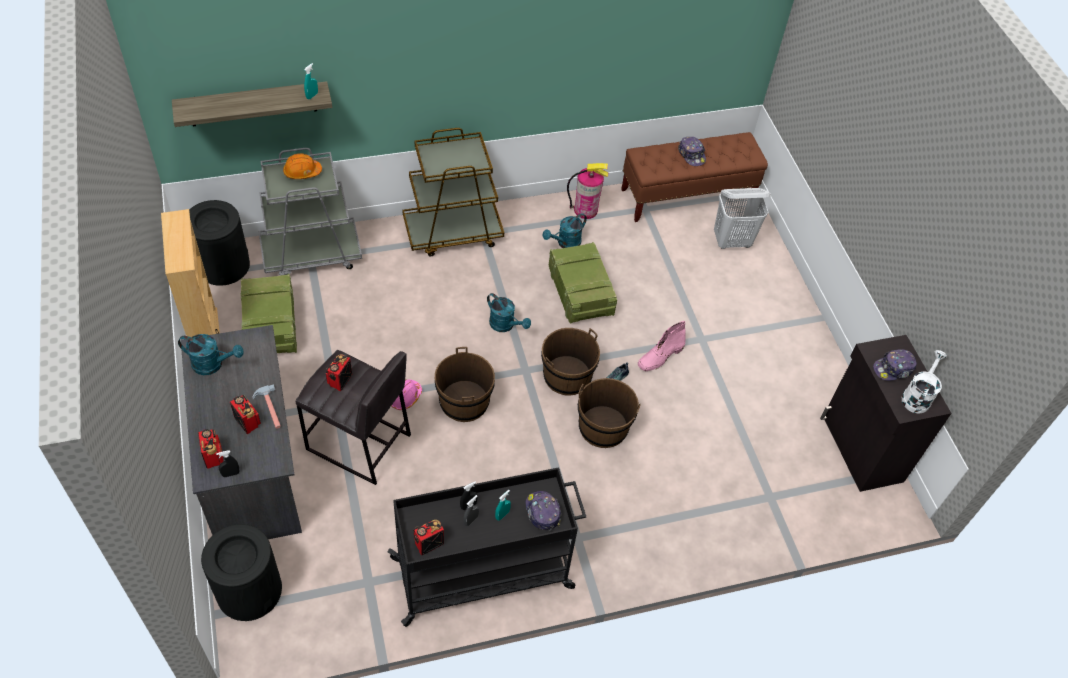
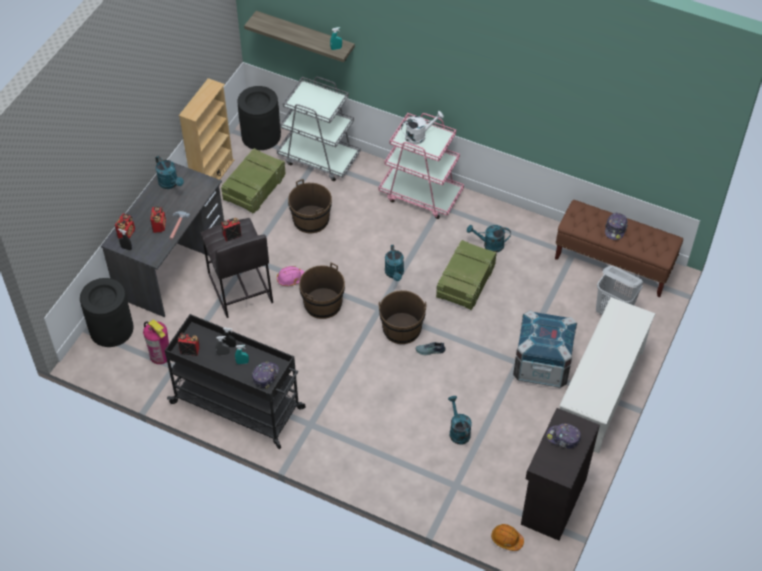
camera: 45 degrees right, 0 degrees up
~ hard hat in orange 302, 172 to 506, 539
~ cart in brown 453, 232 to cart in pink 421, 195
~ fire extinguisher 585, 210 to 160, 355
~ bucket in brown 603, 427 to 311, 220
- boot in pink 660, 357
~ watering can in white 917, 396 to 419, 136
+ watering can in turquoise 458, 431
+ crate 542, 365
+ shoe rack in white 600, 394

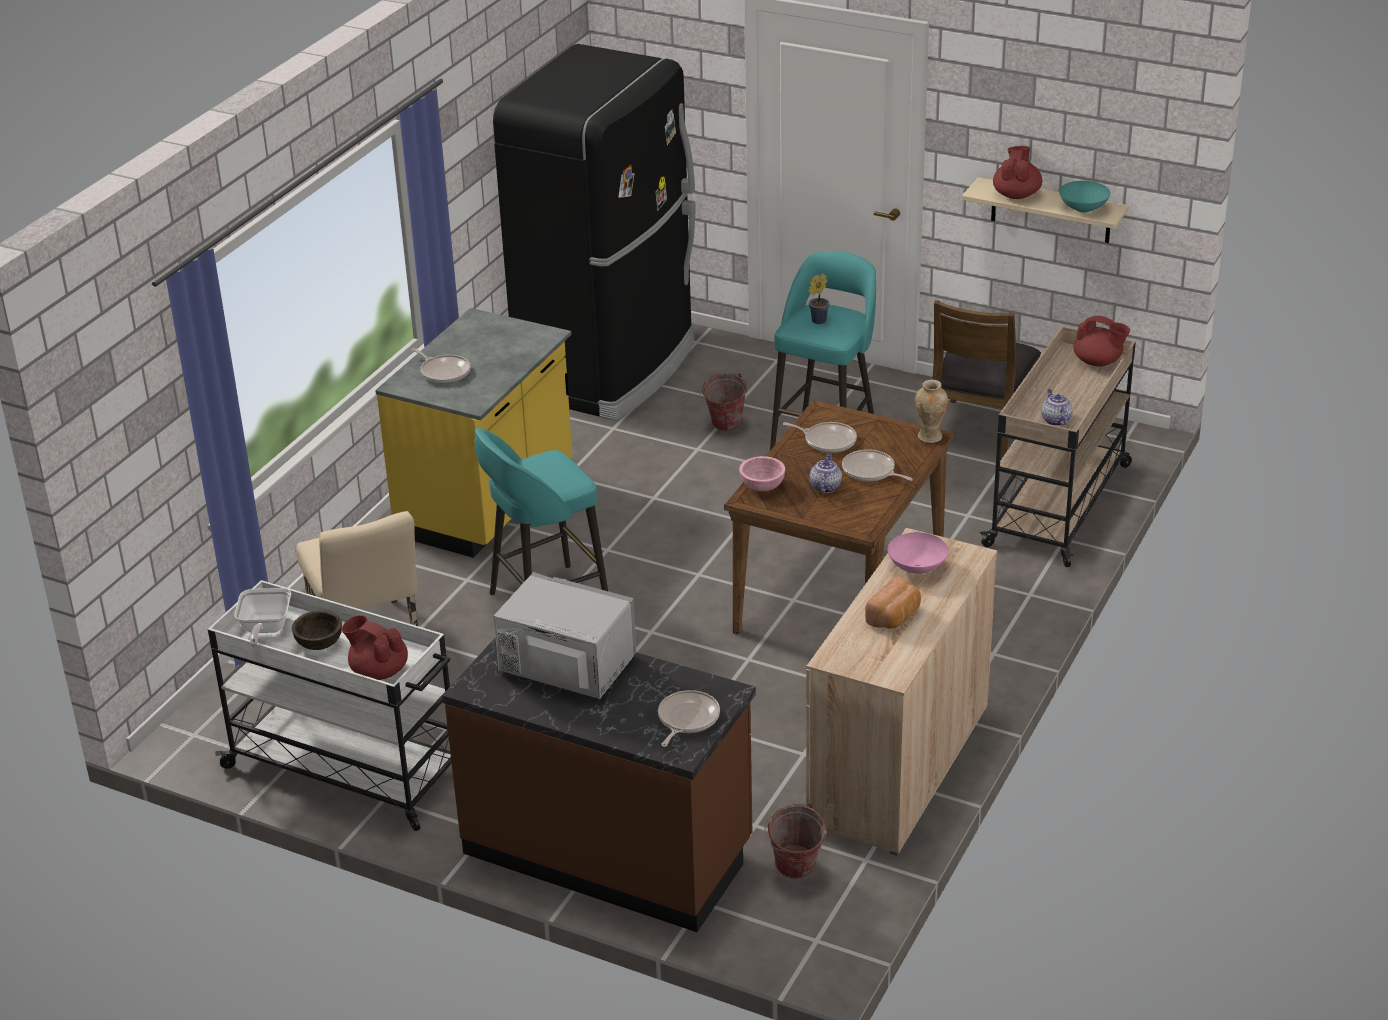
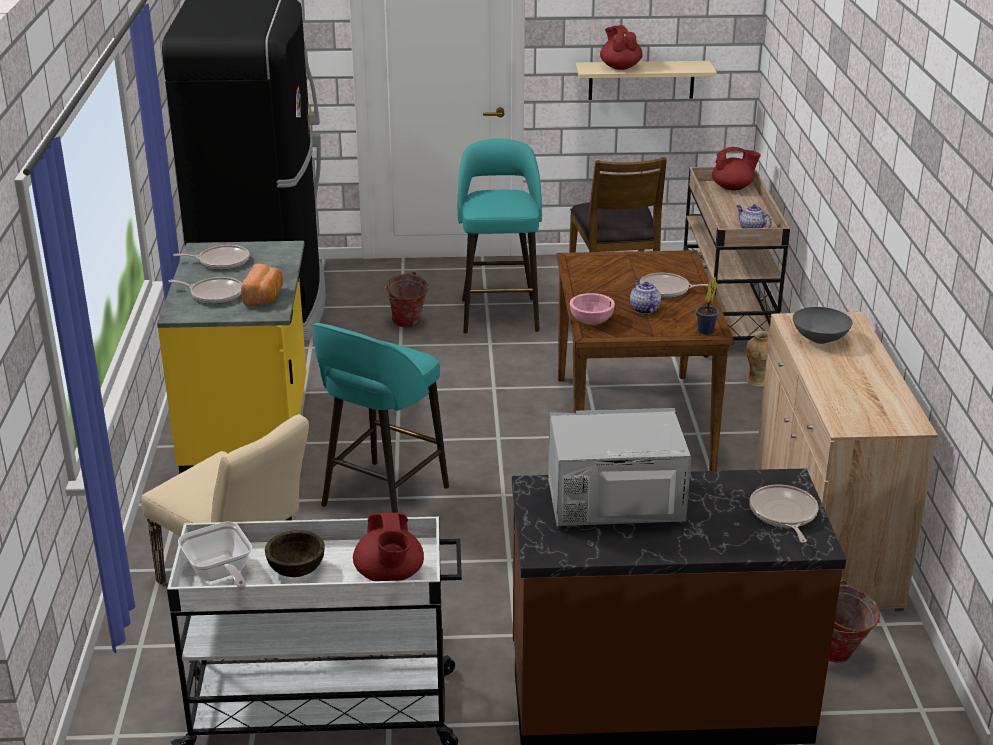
camera: 30 degrees left, 5 degrees down
~ teapot in red 378, 671 = 389, 576 105 degrees counterclockwise
~ frying pan 827, 441 to 221, 261
~ potted plant 817, 321 to 704, 332
~ bread 895, 617 to 265, 297
~ bowl in pink 917, 568 to bowl in grey 820, 340
~ vase 930, 436 to 757, 381
- bowl in turquoise 1084, 209

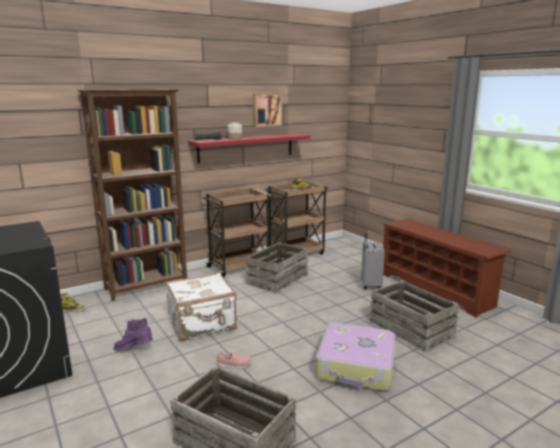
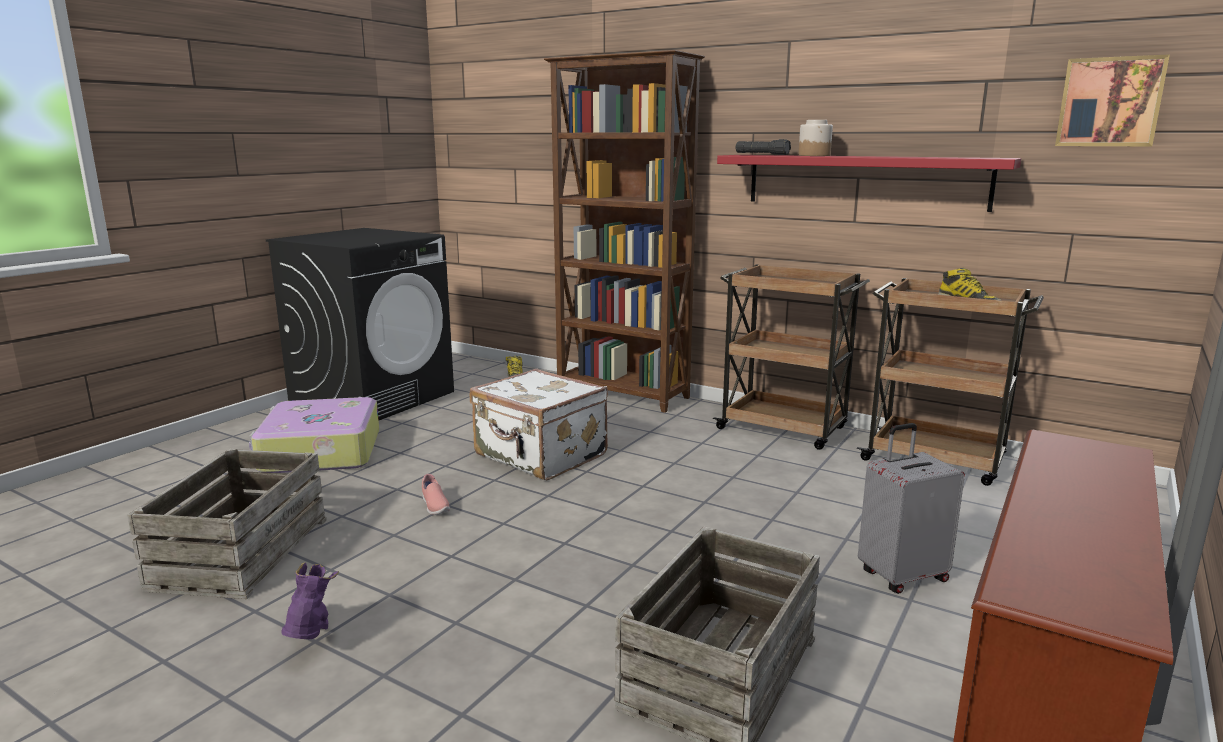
camera: 65 degrees right, 0 degrees up
~ boot in purple 134, 350 to 311, 638
- crate 277, 279
~ picture 266, 110 to 1110, 102
~ suitcase 356, 367 to 319, 452

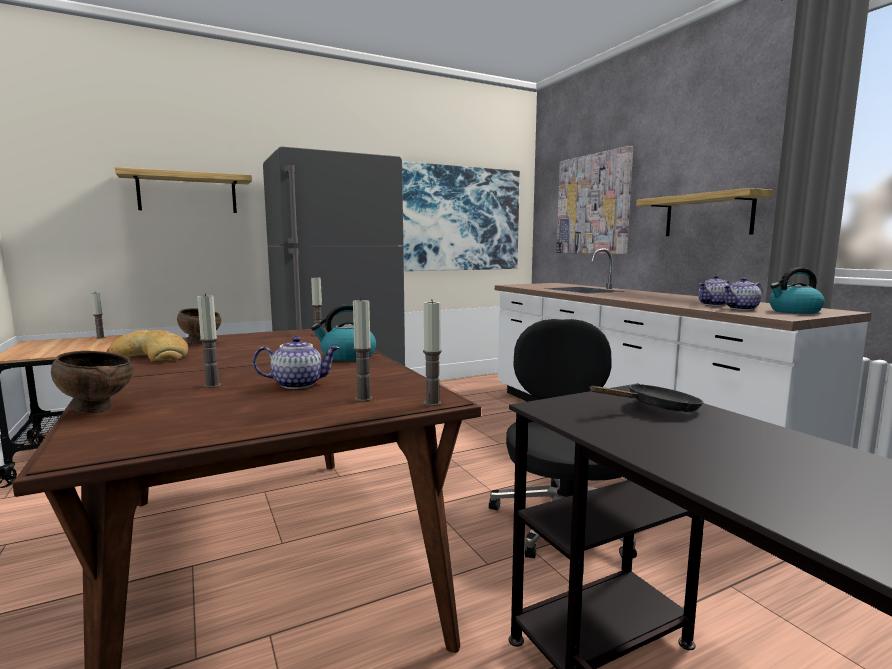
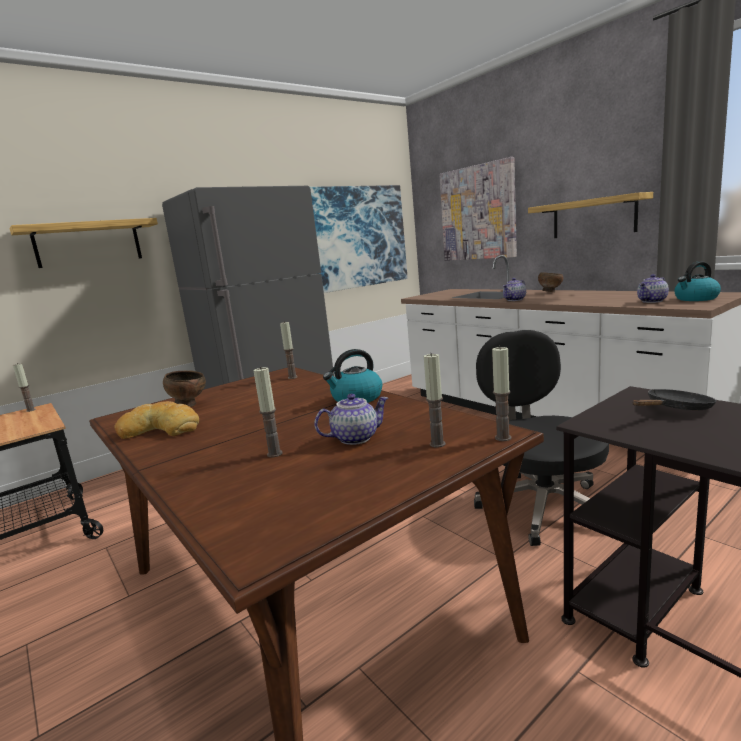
camera: 10 degrees left, 5 degrees up
~ bowl in brown 97, 409 to 550, 292
~ teapot 714, 305 to 515, 300

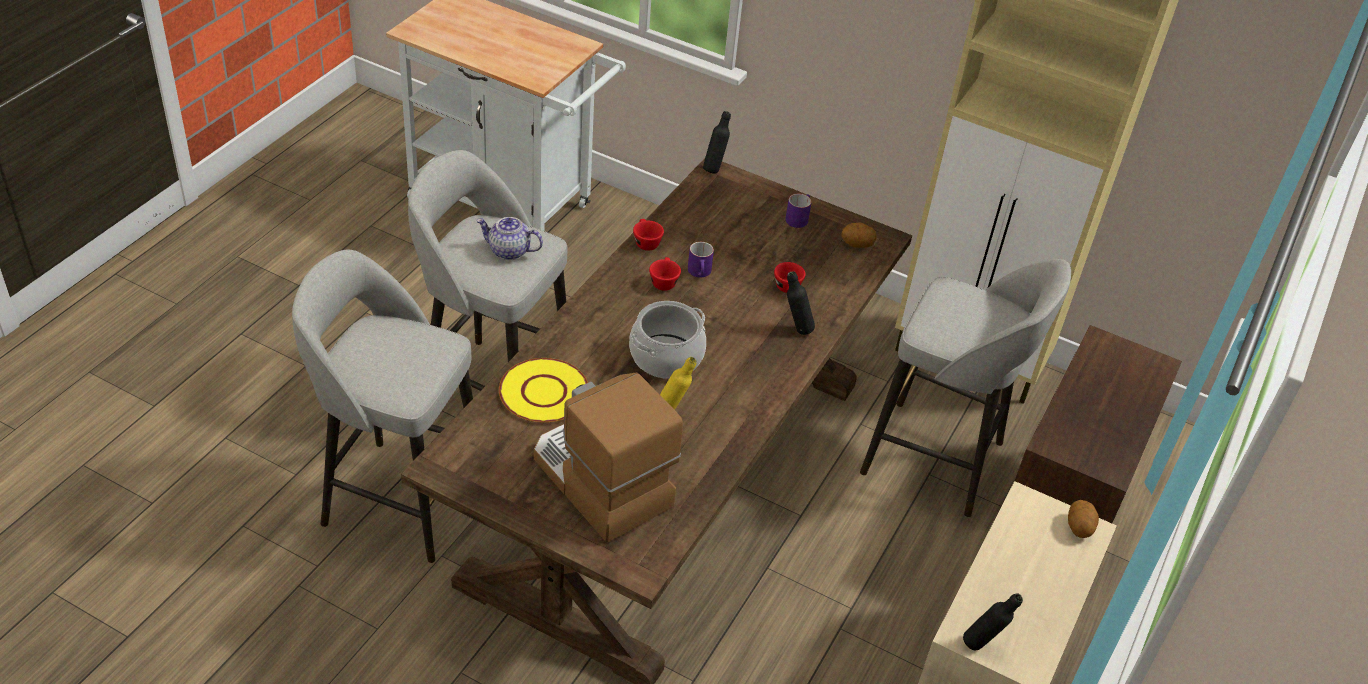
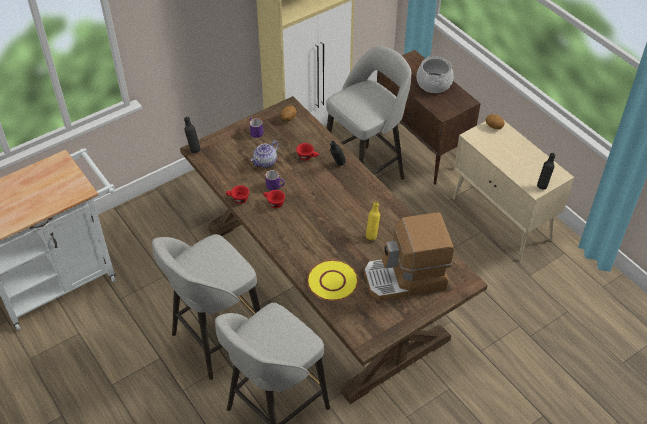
camera: 60 degrees left, 5 degrees up
~ teapot 509, 251 to 265, 162
~ cooking pot 666, 357 to 434, 83

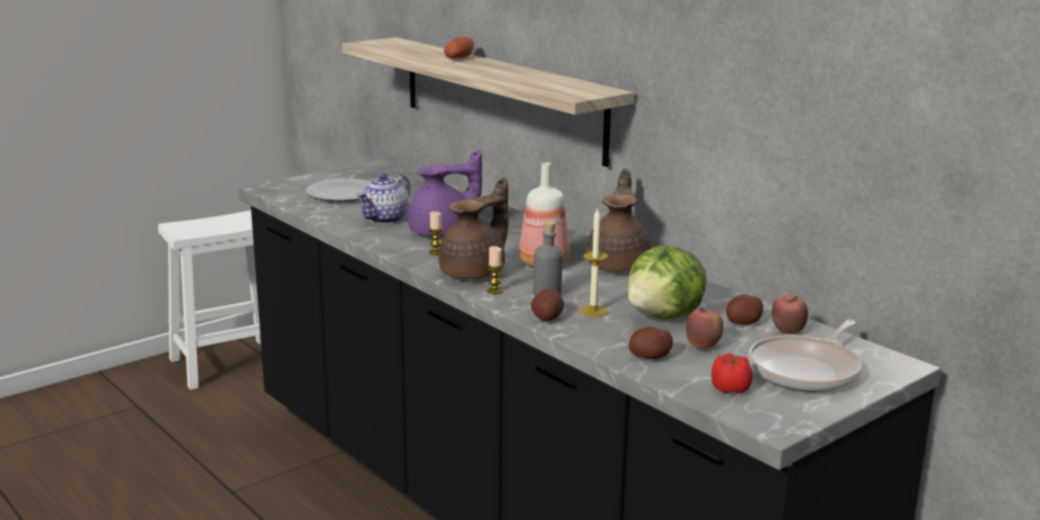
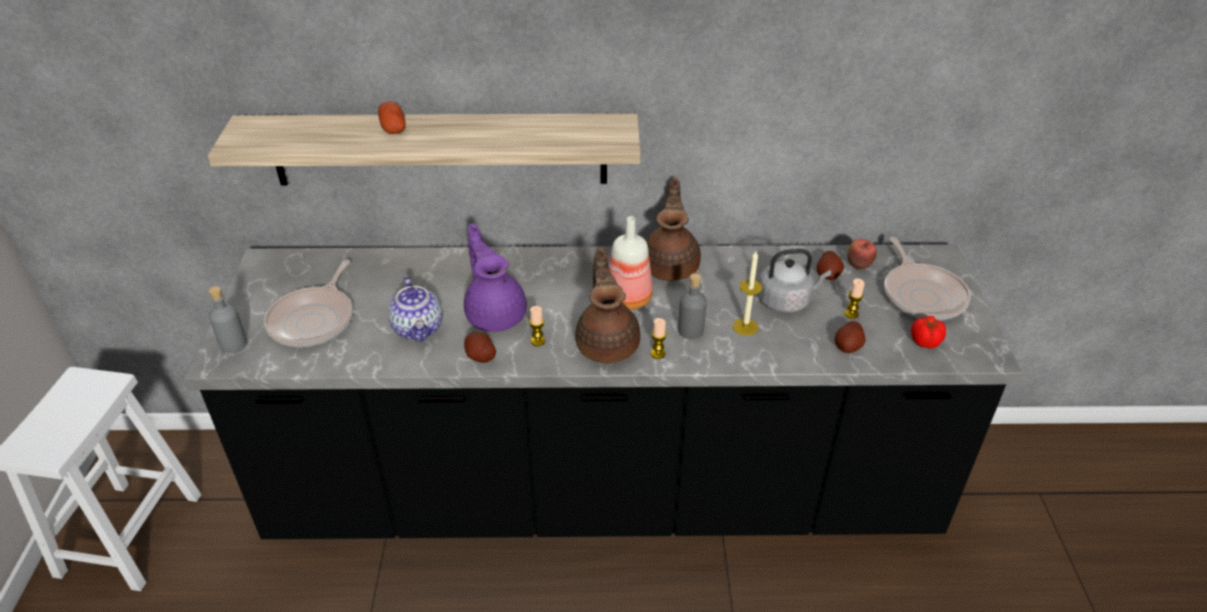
camera: 50 degrees left, 20 degrees up
~ plate 344, 194 to frying pan 314, 319
~ teapot in purple 442, 233 = 495, 314 45 degrees counterclockwise
~ potato 547, 317 to 480, 356
~ teapot in brown 619, 265 = 671, 266 45 degrees clockwise
~ lettuce 664, 317 to kettle in grey 786, 301
~ apple 703, 346 to candle 851, 314
+ bottle in grey 233, 344

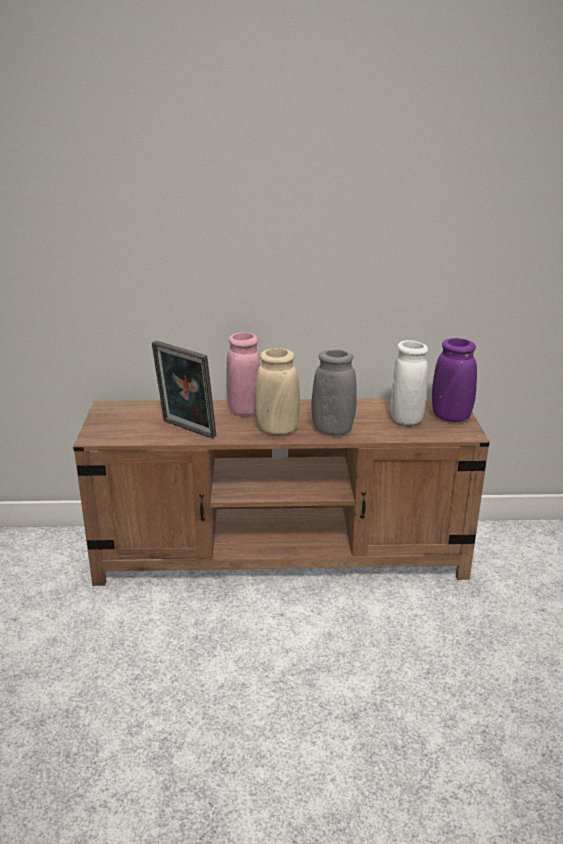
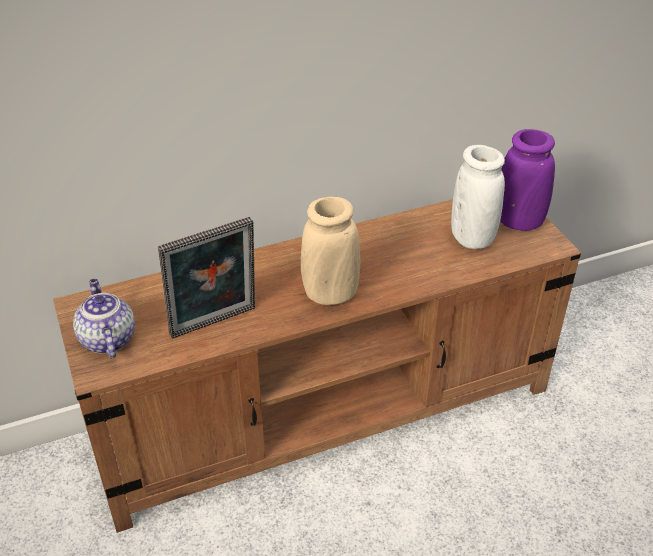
camera: 20 degrees left, 15 degrees up
~ picture frame 186, 430 = 215, 324 45 degrees counterclockwise
- vase in pink 244, 410
- vase in grey 333, 430
+ teapot 107, 339

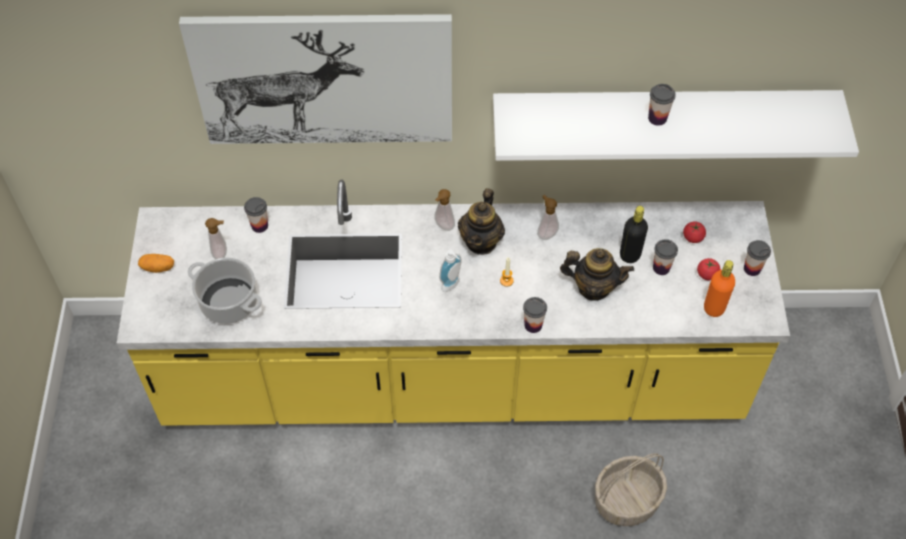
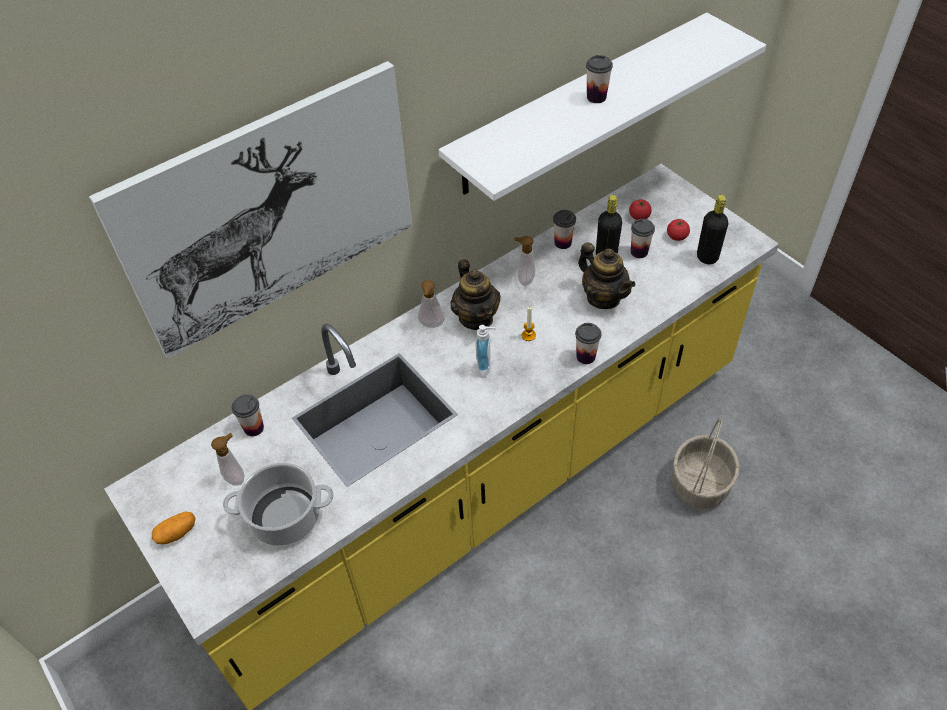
camera: 35 degrees left, 5 degrees down
~ teapot 593, 287 = 603, 297 75 degrees clockwise
~ bottle in orange 714, 308 to bottle in black 707, 257
~ cup 752, 268 to 563, 243

